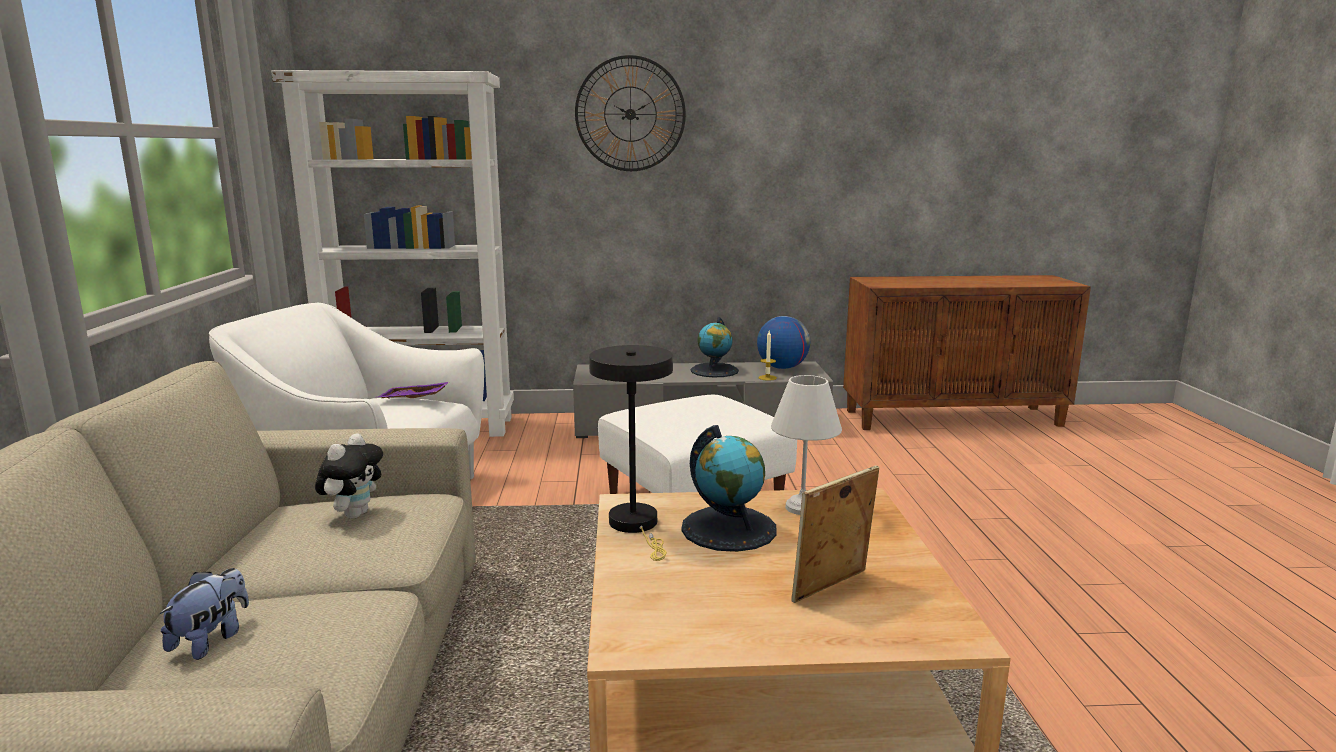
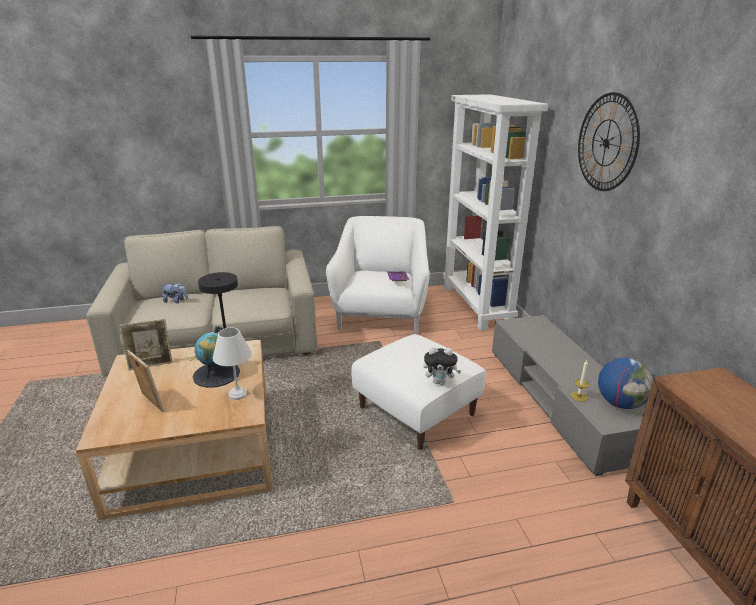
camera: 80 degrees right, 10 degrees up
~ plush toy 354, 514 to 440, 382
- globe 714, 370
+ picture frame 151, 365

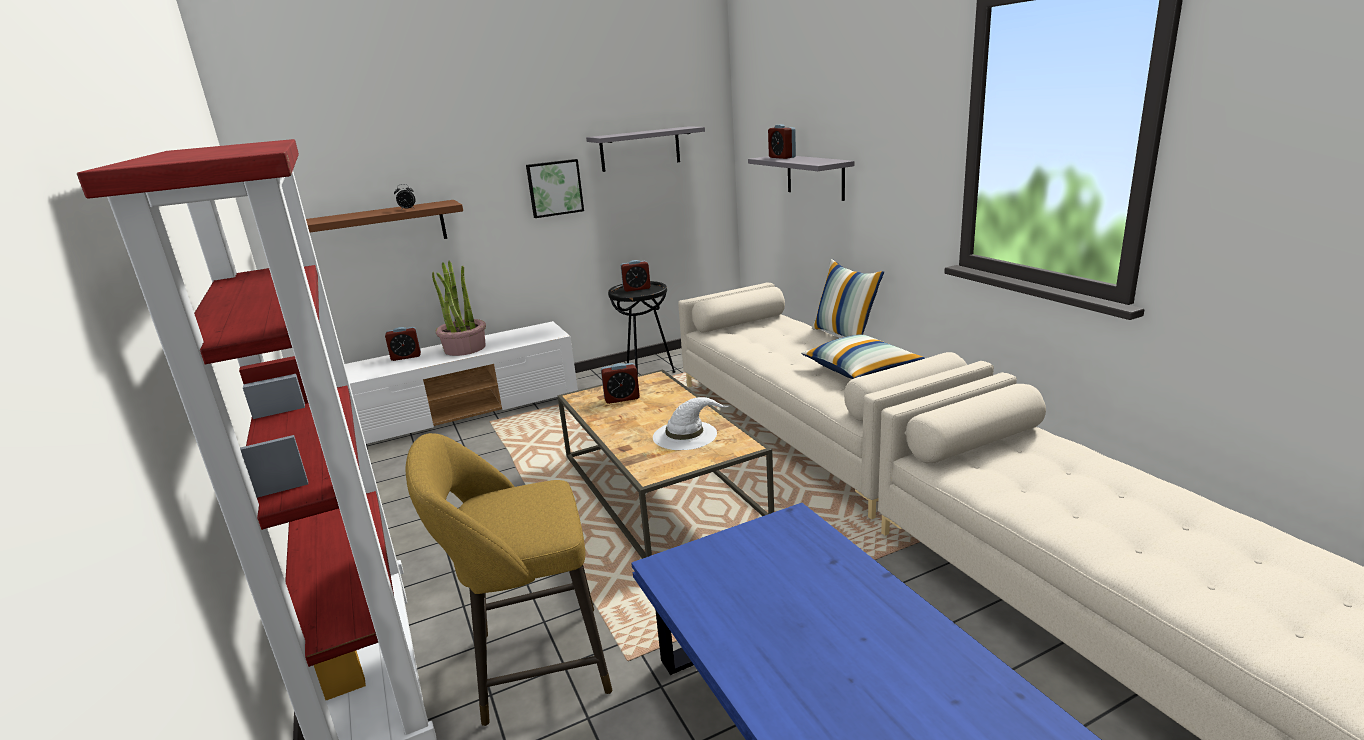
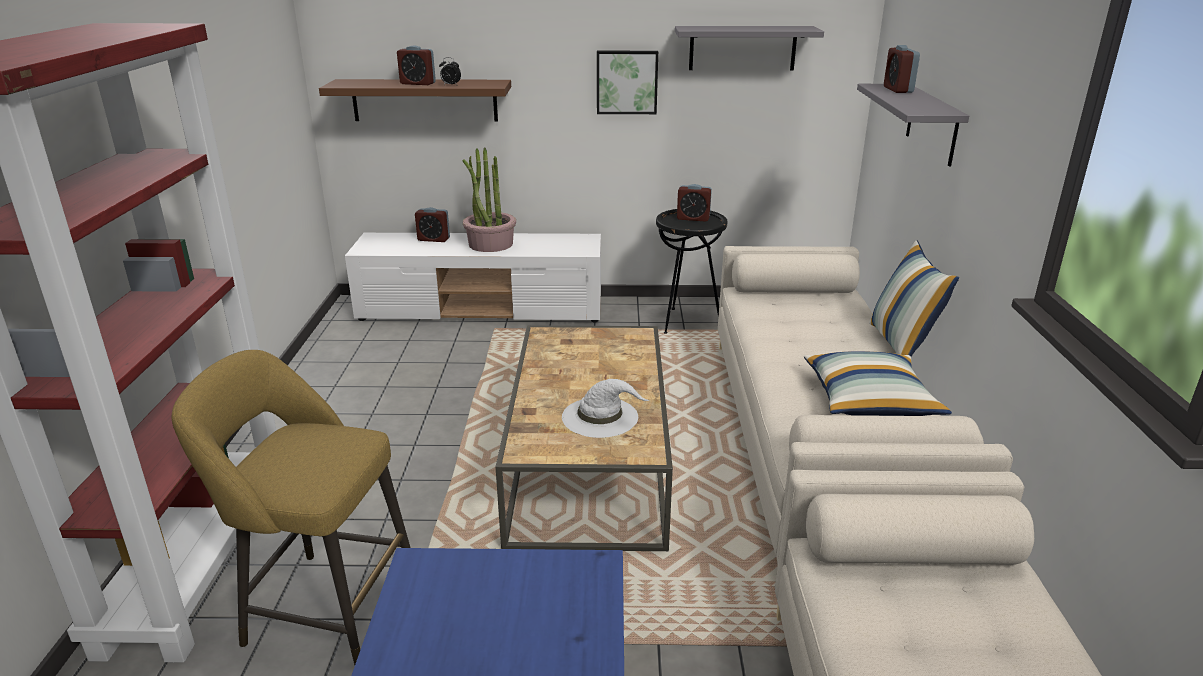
camera: 25 degrees right, 5 degrees up
~ alarm clock 622, 398 to 418, 83

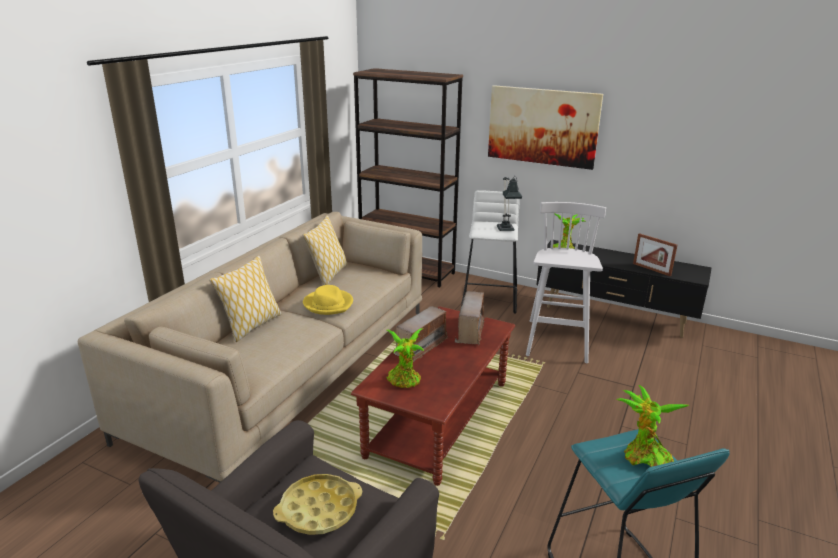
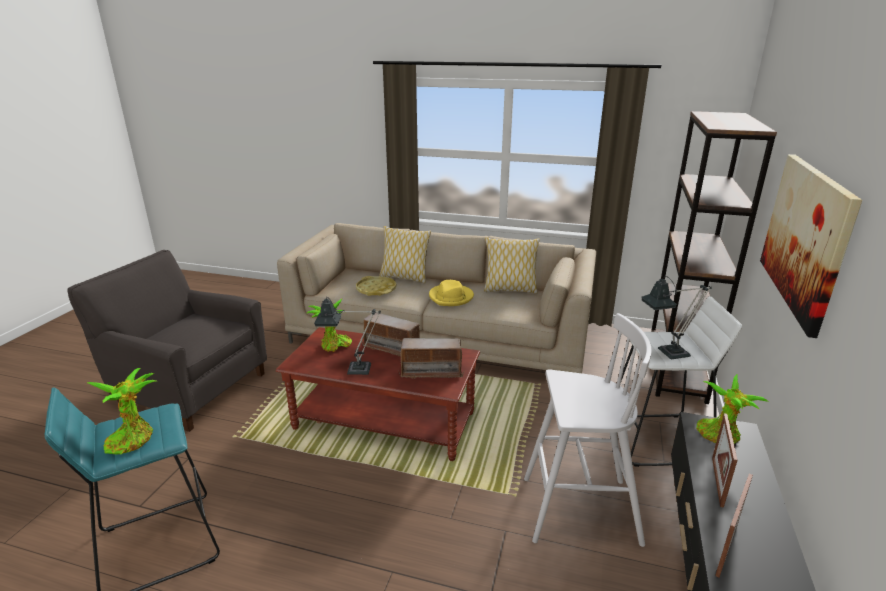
camera: 80 degrees right, 0 degrees up
~ tray in yellow 319, 509 to 376, 289
+ table lamp 352, 369
+ picture frame 717, 481

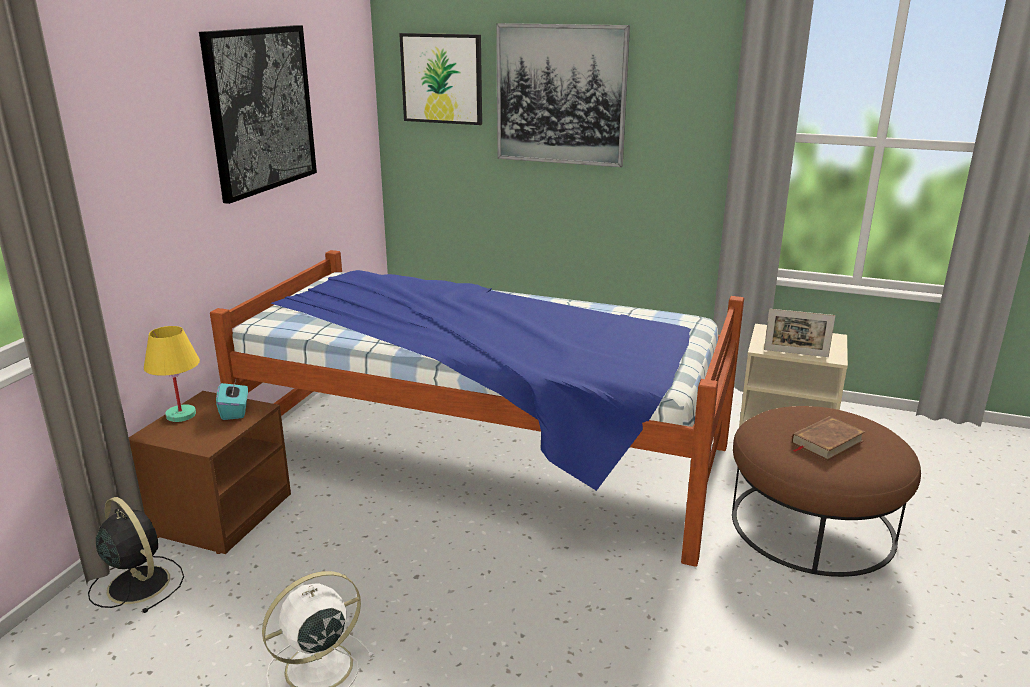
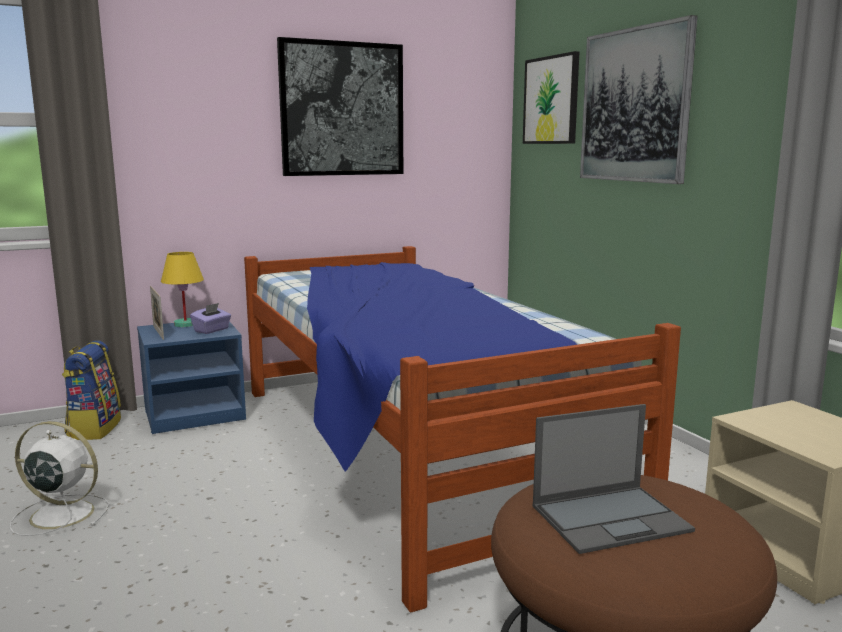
camera: 45 degrees right, 10 degrees down
~ fan in black 137, 583 to backpack 94, 429
~ nightstand in brown 221, 513 to nightstand in blue 195, 414
~ tissue box in turquoise 235, 411 to tissue box in purple 212, 330
~ picture frame 795, 353 to 158, 333
~ book in brown 826, 442 to laptop 611, 518

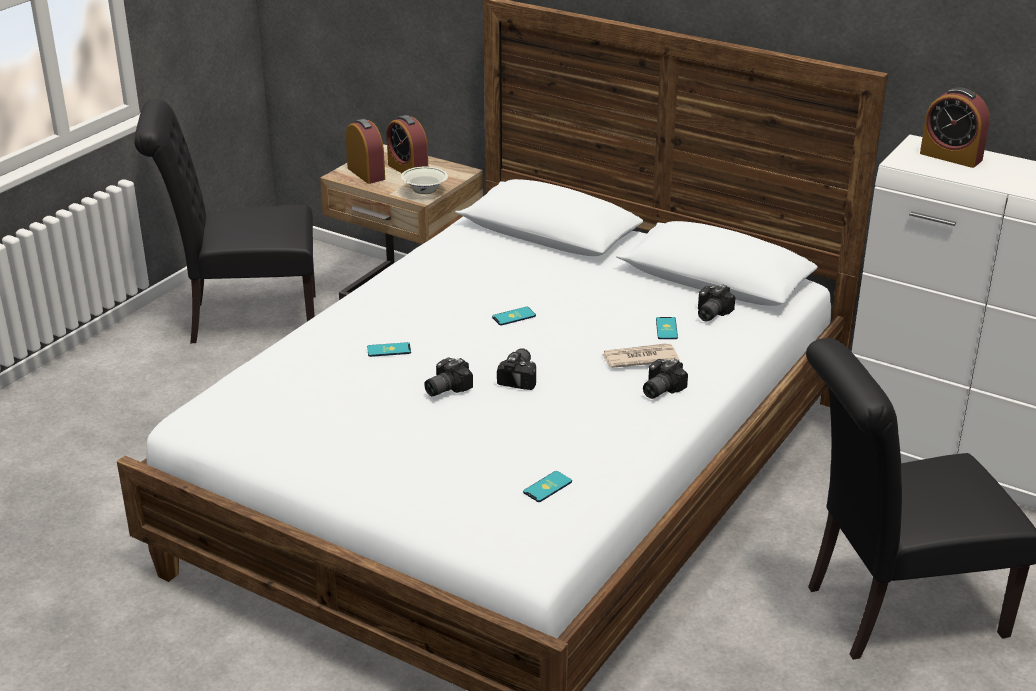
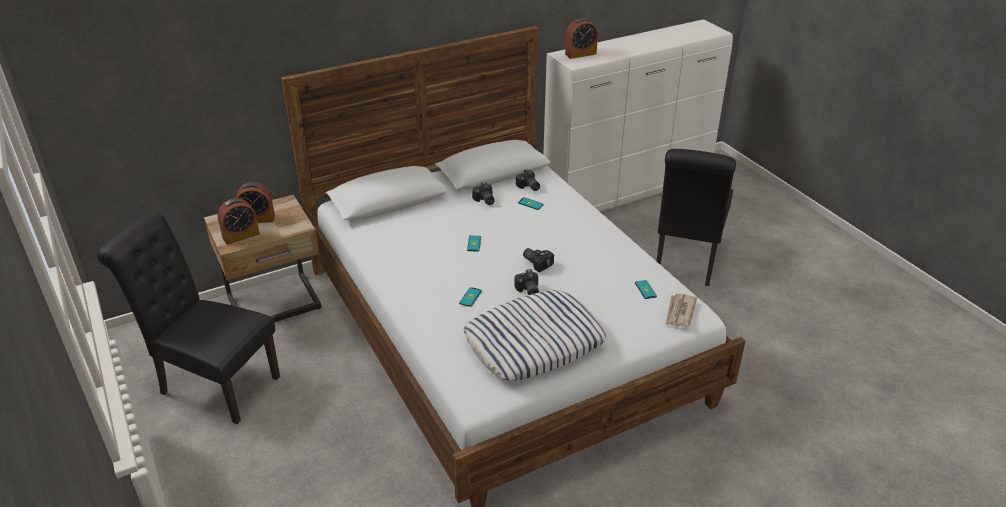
camera: 60 degrees left, 5 degrees up
~ chair in black 244, 319 = 213, 383 90 degrees clockwise
~ alarm clock 366, 173 = 241, 236 150 degrees clockwise
- bowl in white 424, 192
~ newspaper 639, 358 to 679, 312
~ photo camera 659, 389 to 484, 200
+ pillow 534, 342

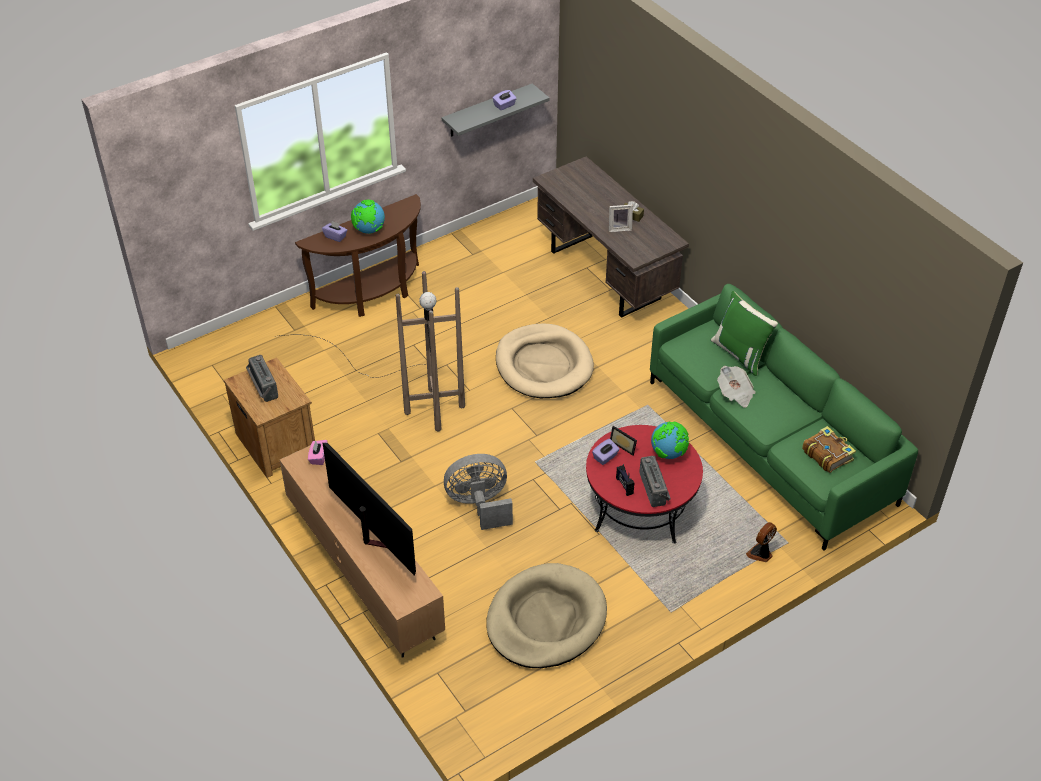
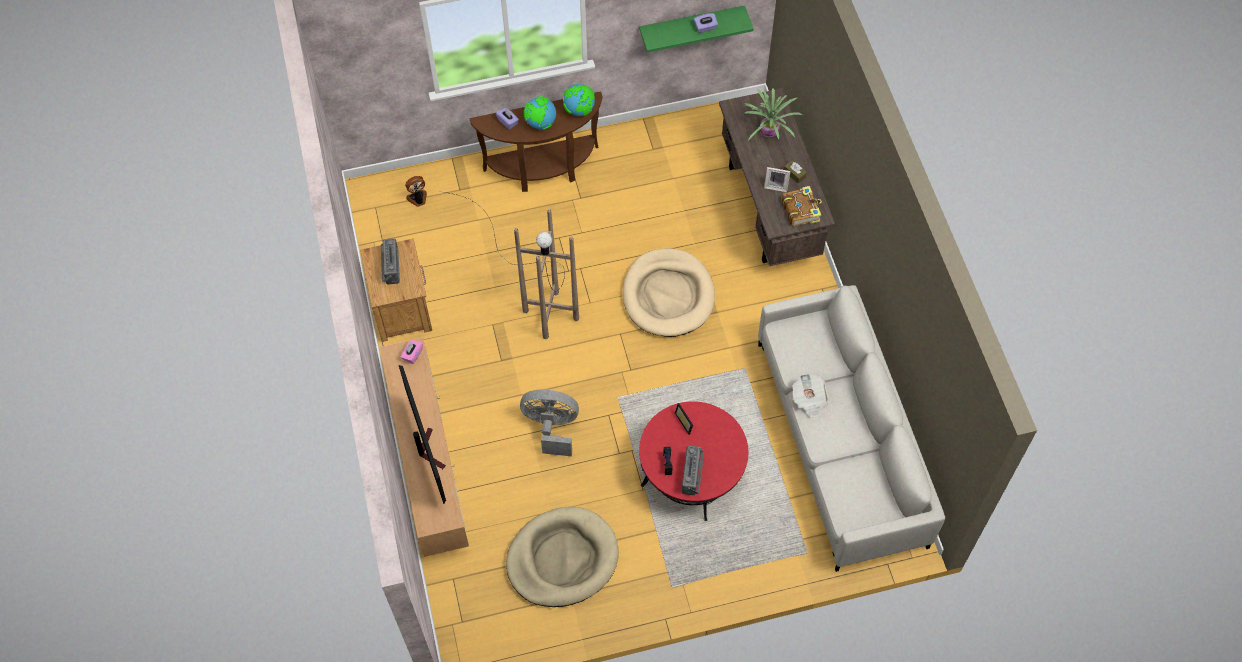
camera: 20 degrees right, 15 degrees up
~ shelf in grey 487, 111 to shelf in green 691, 24
- tissue box in purple 605, 457
~ sofa in green 769, 442 to sofa in grey 839, 442
~ globe 668, 453 to 579, 110
- pillow in green 740, 354
~ fan 761, 554 to 418, 199
~ book 827, 454 to 801, 210
+ potted plant 767, 133

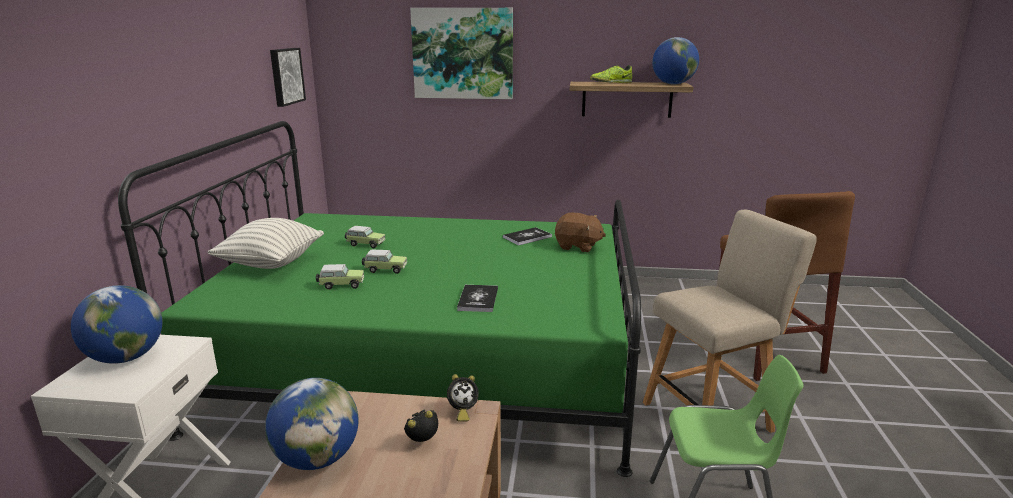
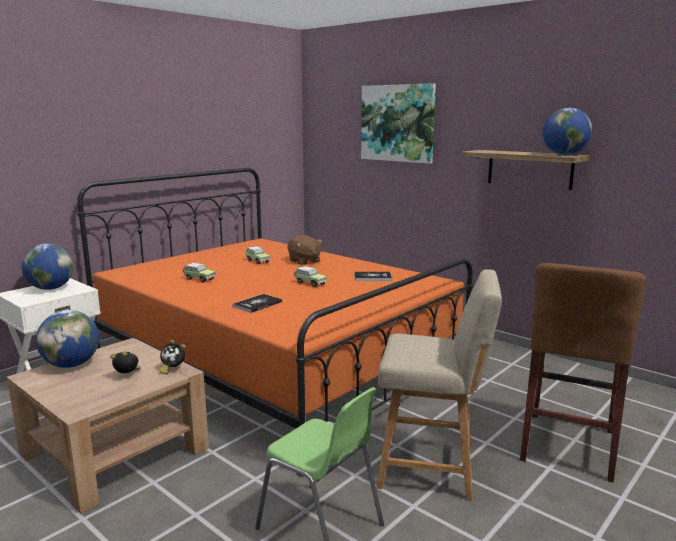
camera: 35 degrees right, 5 degrees down
~ bed in green 430, 363 to bed in orange 276, 363
- pillow 271, 263
- picture 285, 76
~ toy car 384, 269 to 309, 283
~ plush toy in brown 578, 246 to 304, 261
- shoe 610, 83

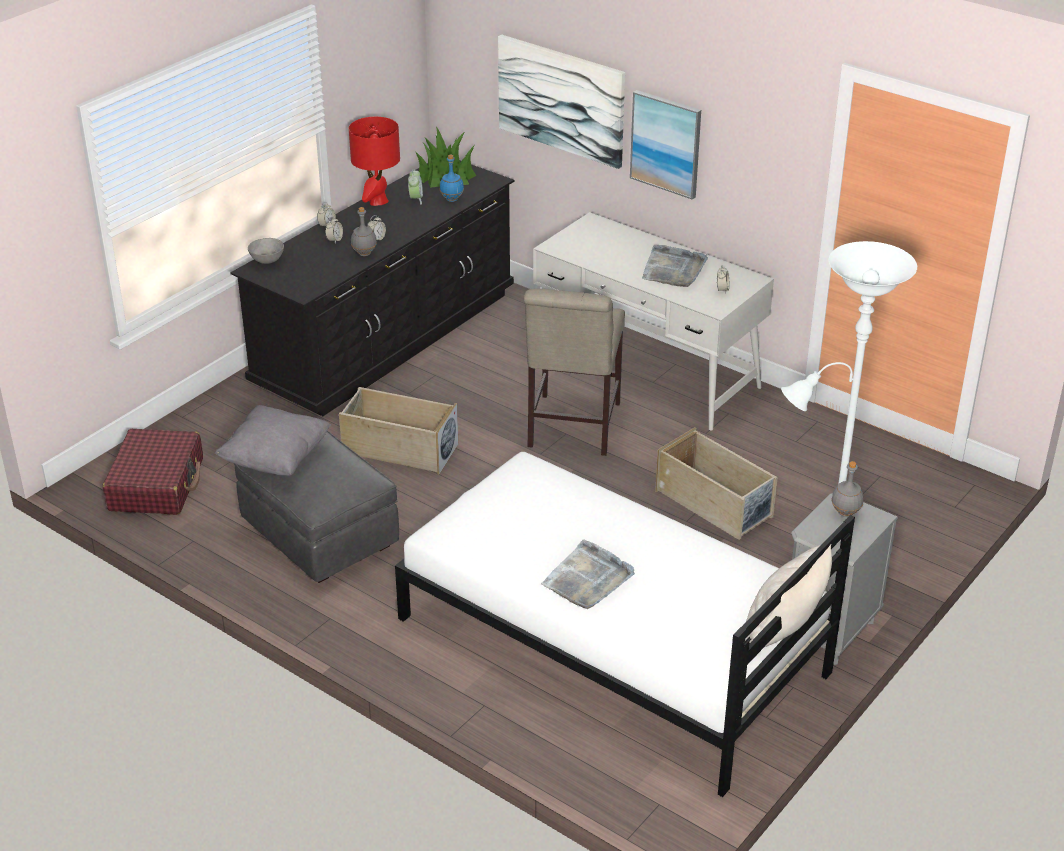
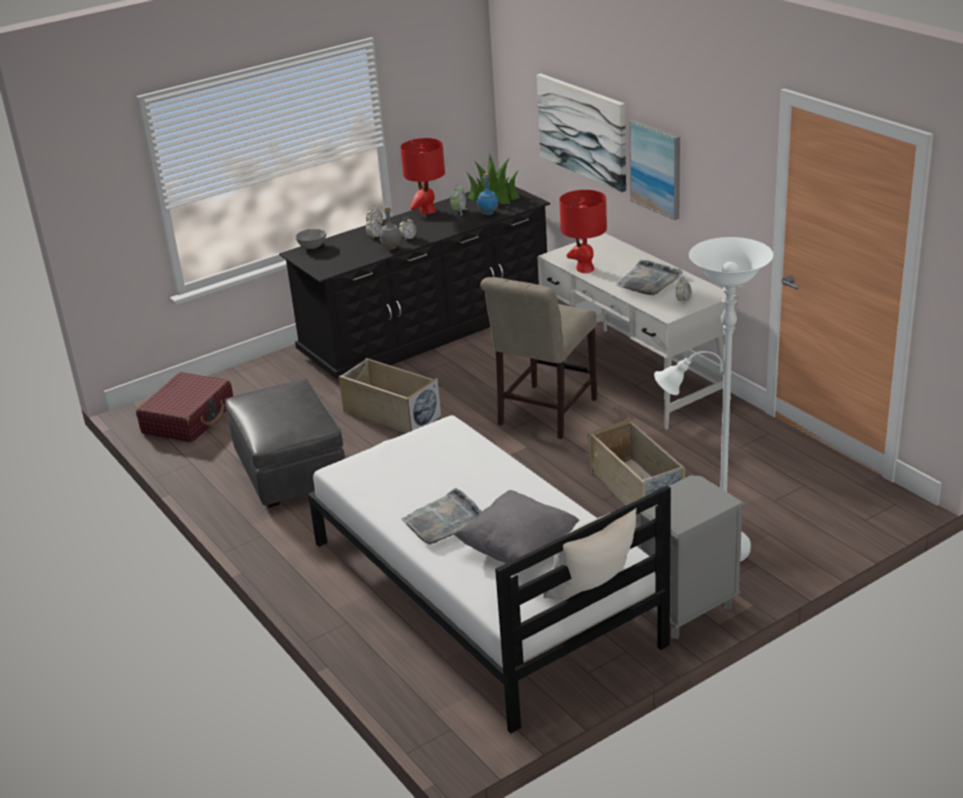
camera: 20 degrees right, 5 degrees down
~ pillow in grey 276, 459 to 518, 549
- bottle in grey 845, 513
+ table lamp in red 584, 269

